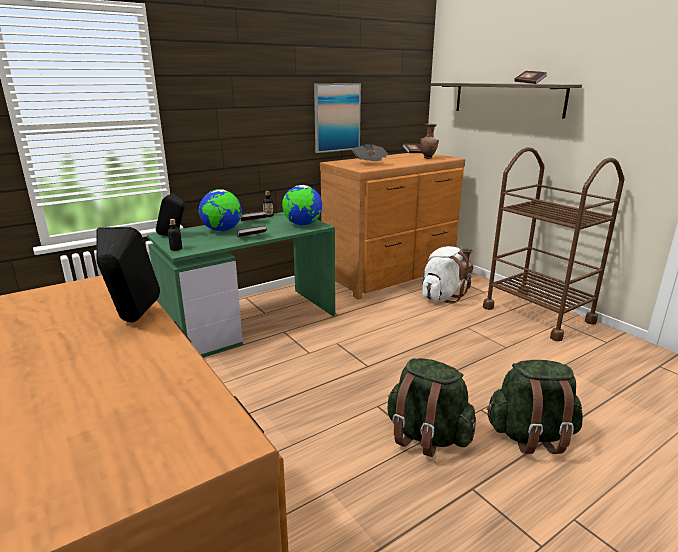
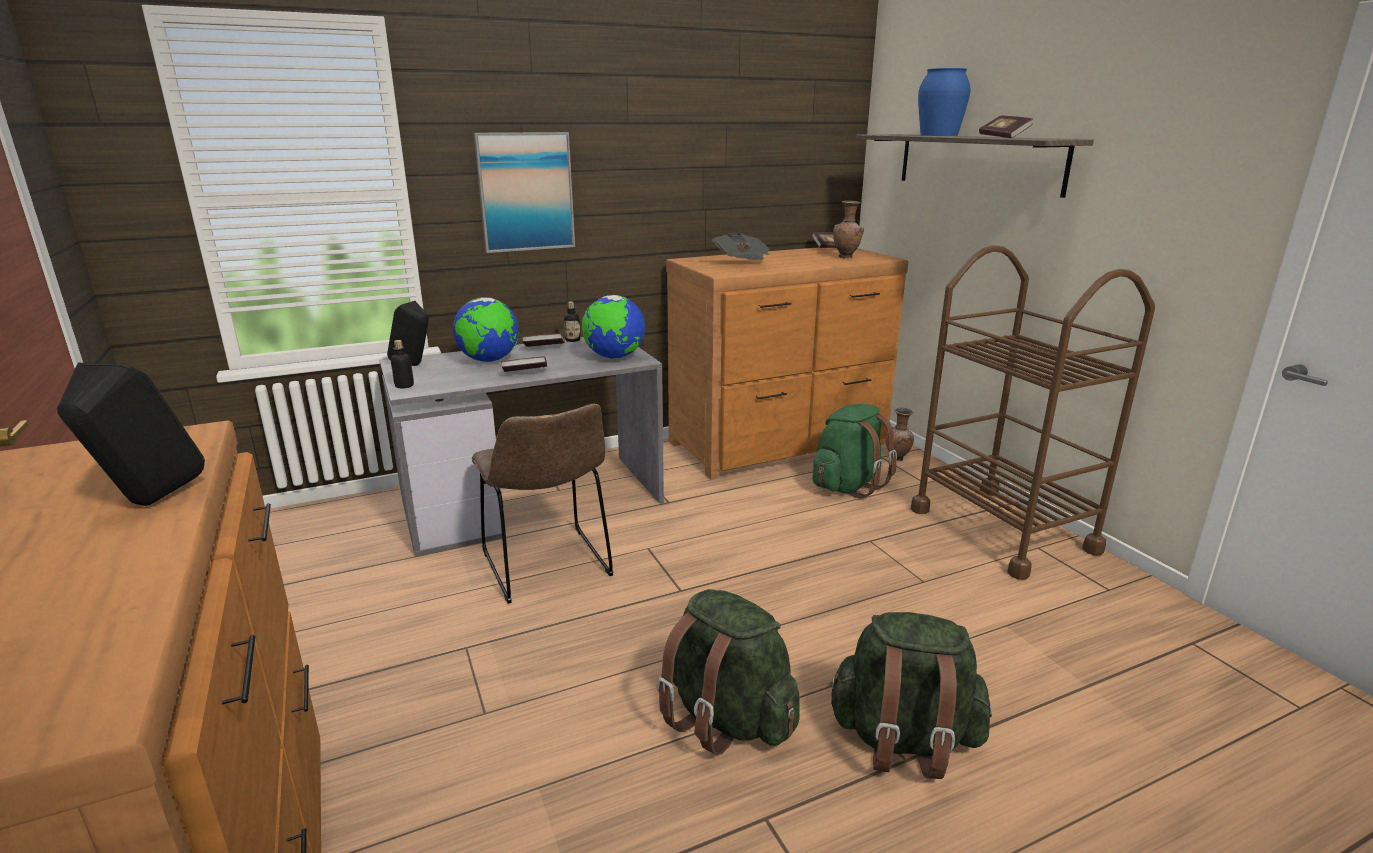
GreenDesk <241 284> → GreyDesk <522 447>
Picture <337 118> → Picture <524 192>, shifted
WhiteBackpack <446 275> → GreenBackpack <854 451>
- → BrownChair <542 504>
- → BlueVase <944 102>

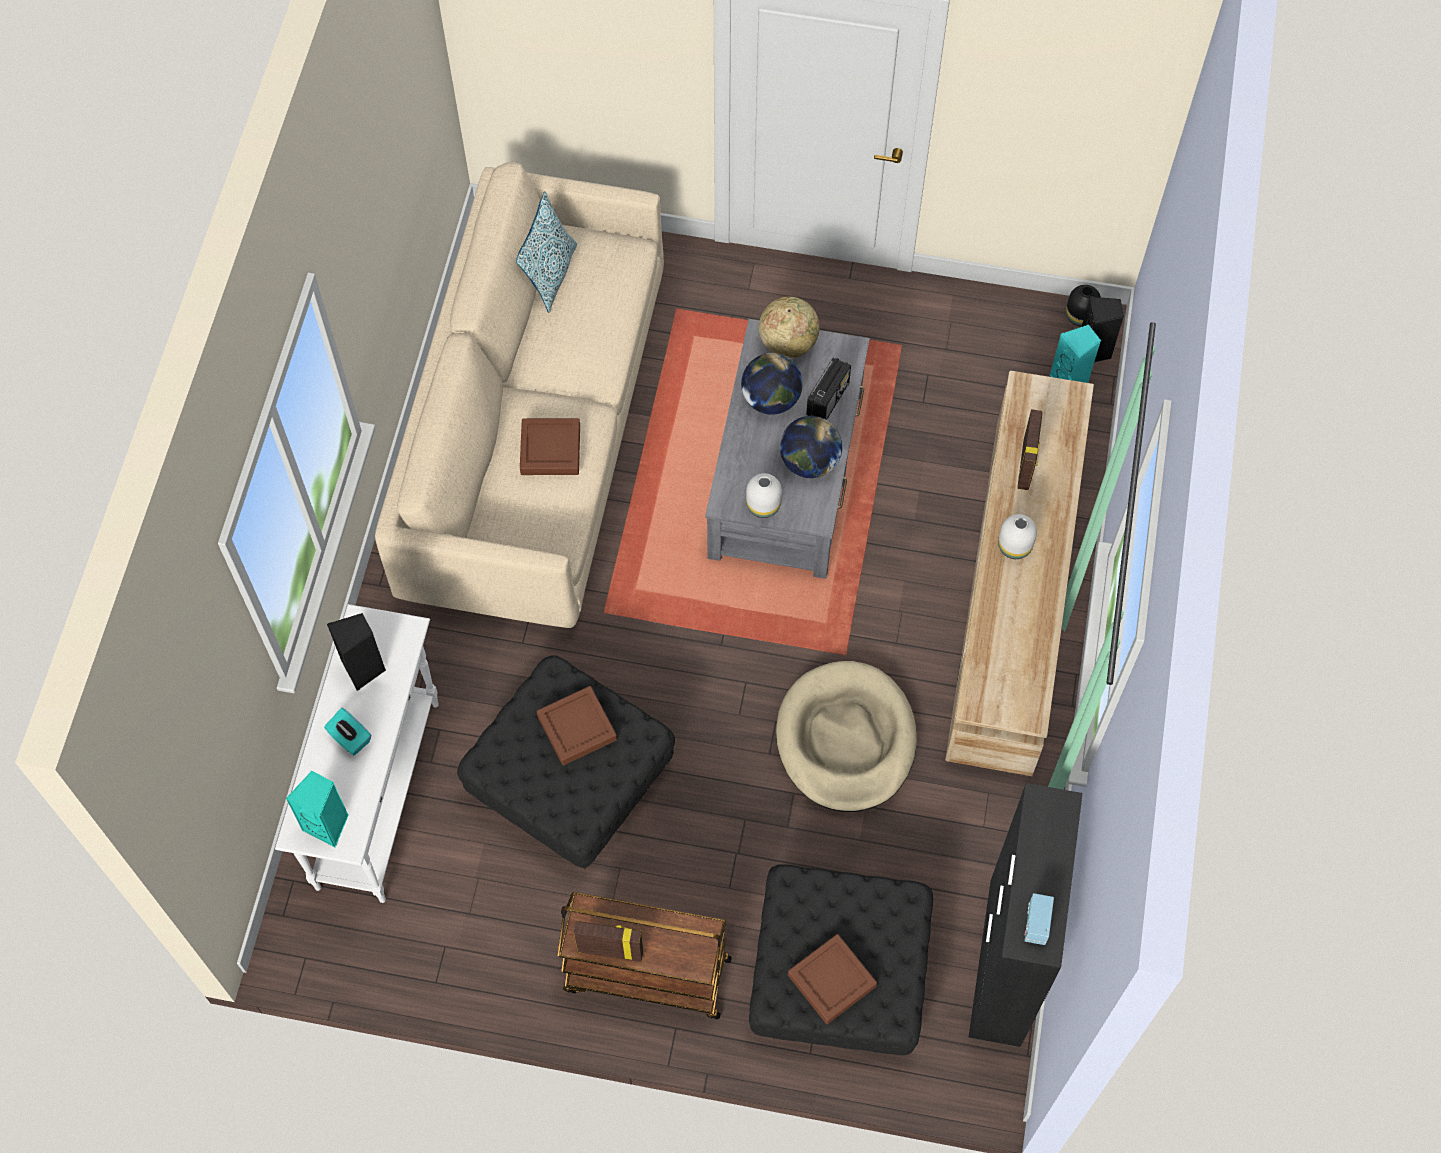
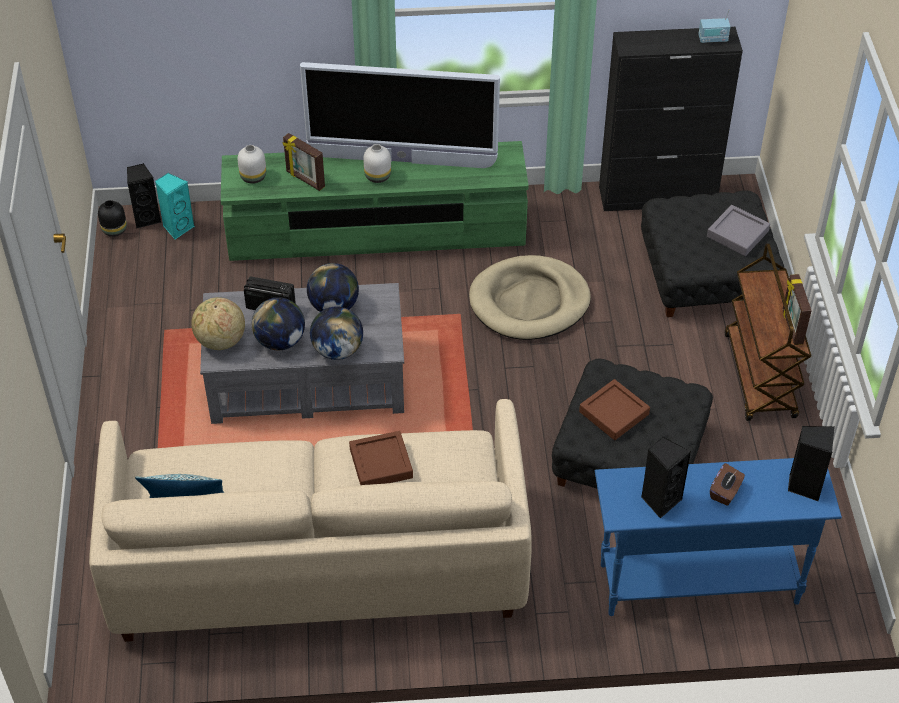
WhiteConsoleTable <357 753> → BlueConsoleTable <718 537>
TurquoiseSpeaker <317 809> → BlackSpeaker <811 463>
TurquoiseTissueBox <347 731> → BrownTissueBox <727 484>
WhiteVase <764 495> → WhiteVase <252 164>, shifted
BrownTray <832 979> → GreyTray <738 230>
BeigeTvStand <1019 573> → GreenTvStand <375 201>
PictureFrame <1029 449> → PictureFrame <304 162>, 135 degrees counterclockwise
- → Television <400 115>
- → Globe <336 333>

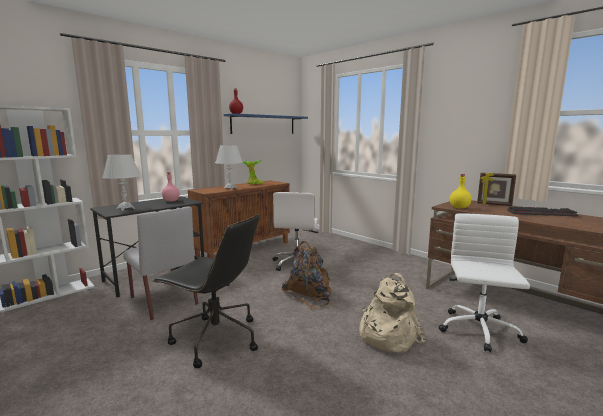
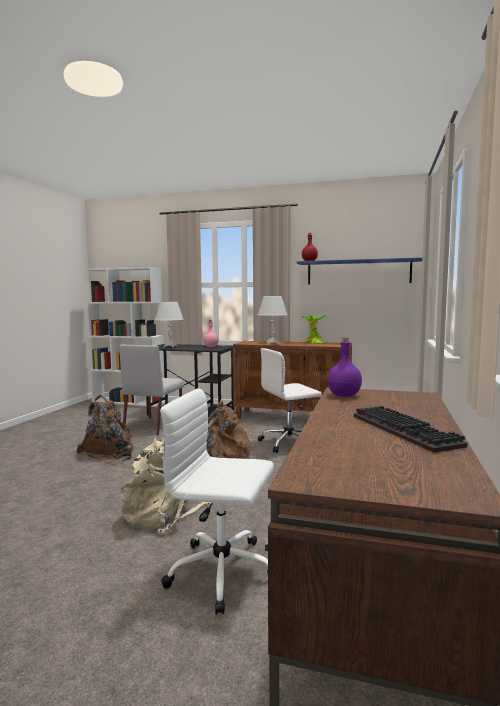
BlackOfficeChair <205 291> → BrownBackpack <105 430>
WhiteOfficeChair <484 282> → WhiteOfficeChair <217 501>, 150 degrees counterclockwise
YellowBottle <461 191> → PurpleBottle <344 367>
PictureFrame <496 189> → -

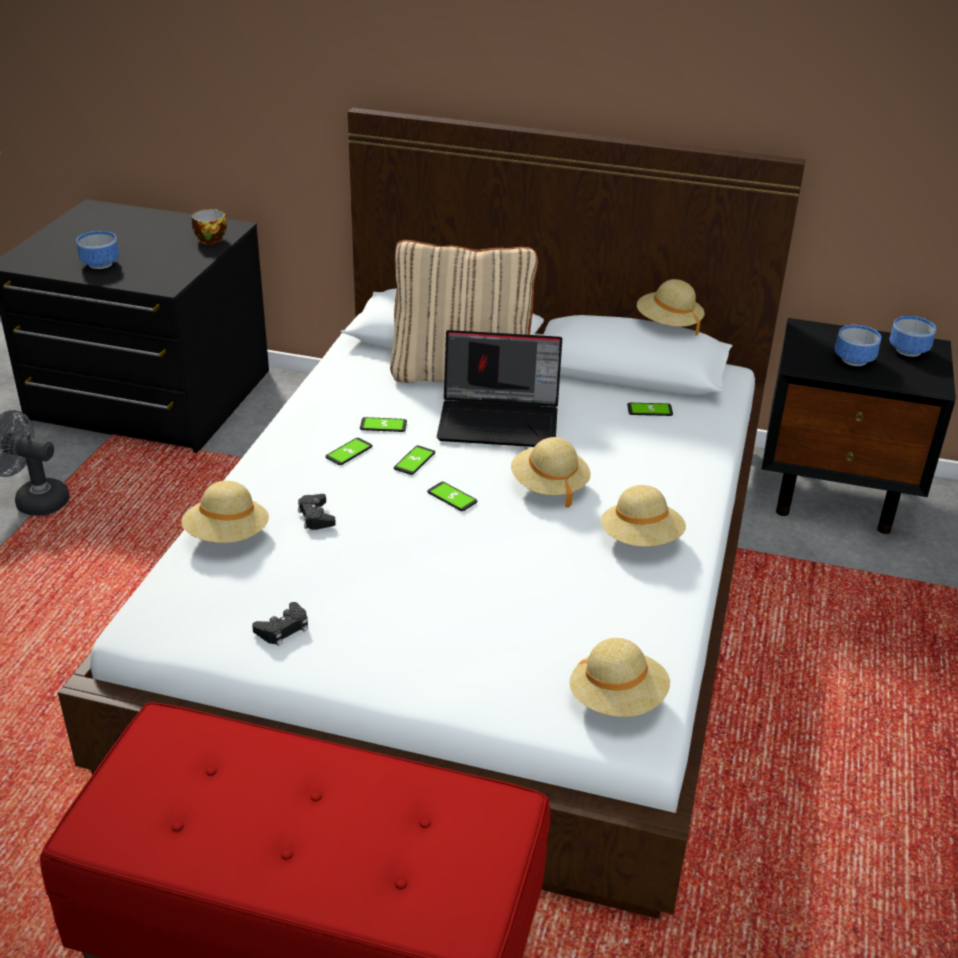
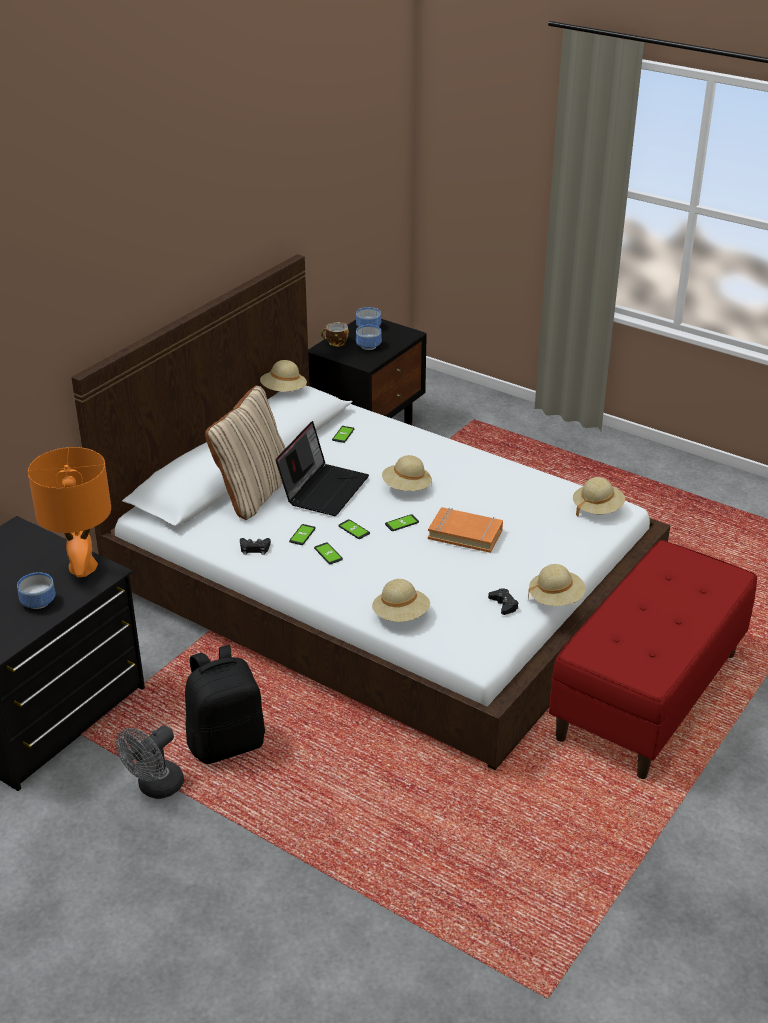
Cup <209 227> → Cup <335 334>, shifted
BlackGameController <317 512> → BlackGameController <255 546>, shifted
BeigeHat <643 516> → BeigeHat <556 585>, shifted
- → OrangeTableLamp <69 512>
- → BlackBackpack <225 704>
- → OrangeBook <465 530>

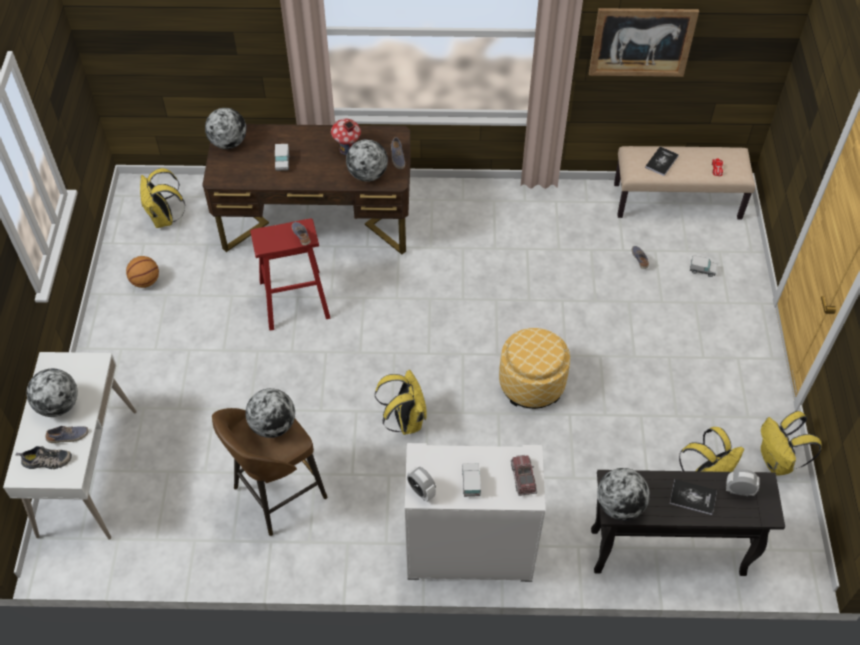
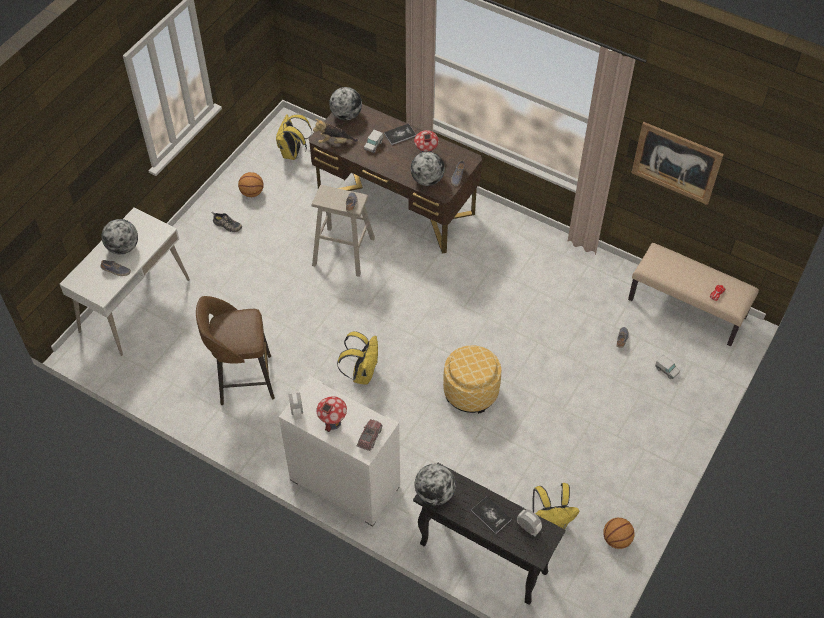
Shoe <43 457> → Shoe <226 222>, shifted
Globe <270 413> → -
RedStool <290 275> → BeigeStool <343 231>
ToyTruck <471 480> → ToyHouse <331 414>
Book <662 161> → Book <400 134>, shifted
YellowBackpack <791 443> → Basketball <619 533>
- → PlushToy <335 131>

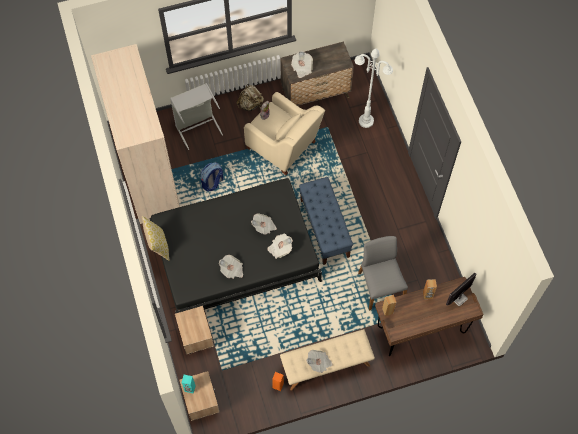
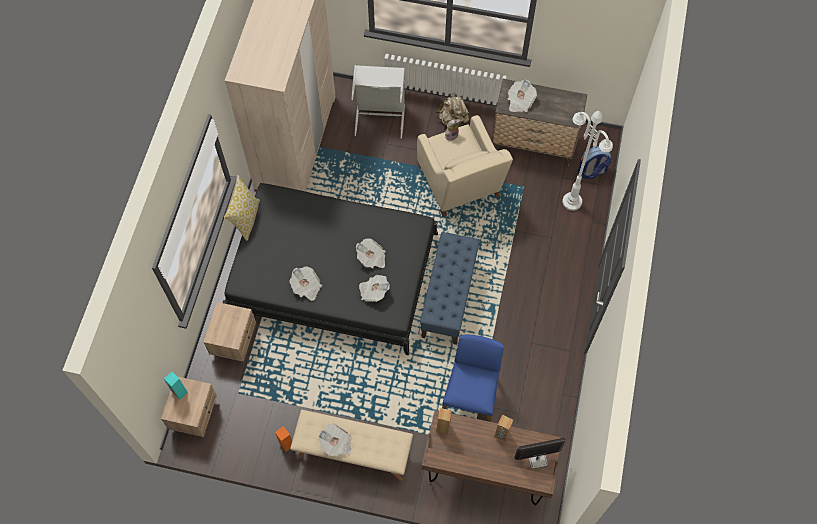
Backpack <211 177> → Backpack <594 162>, shifted
GreyChair <383 273> → BlueChair <473 378>

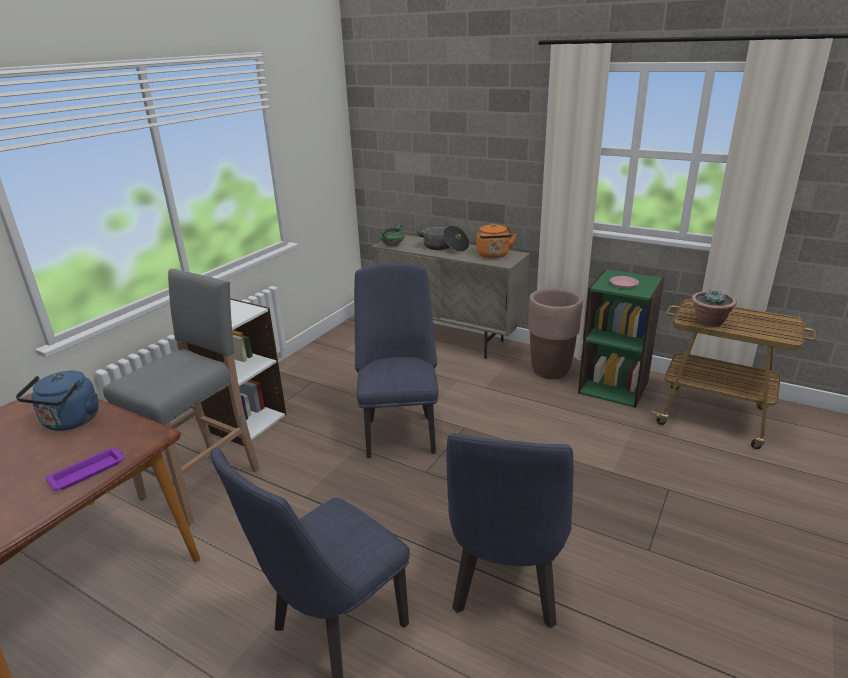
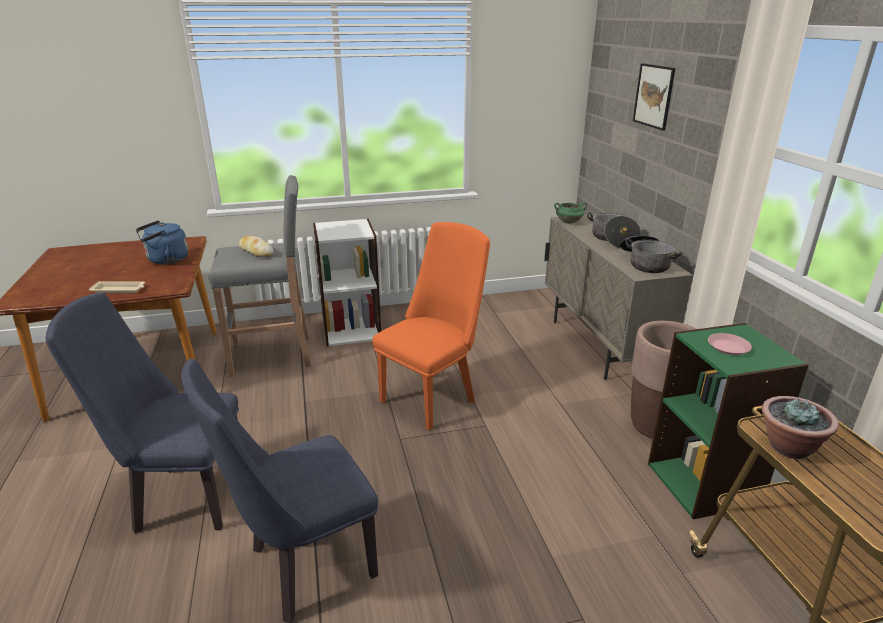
PurpleTray <84 469> → BeigeTray <117 287>
BlueChair <396 360> → OrangeChair <431 326>
OrangeKettle <497 240> → CookingPot <651 254>
- → Bread <256 246>
- → Picture <654 97>

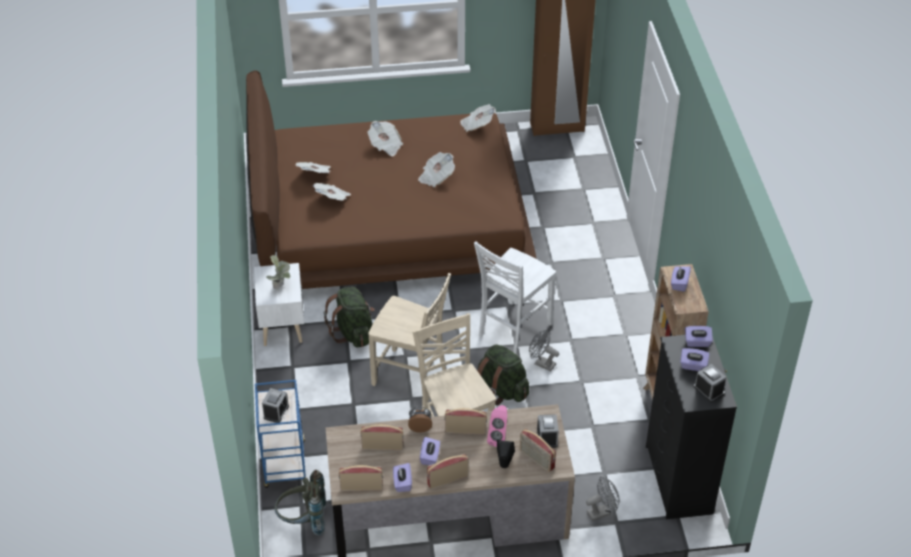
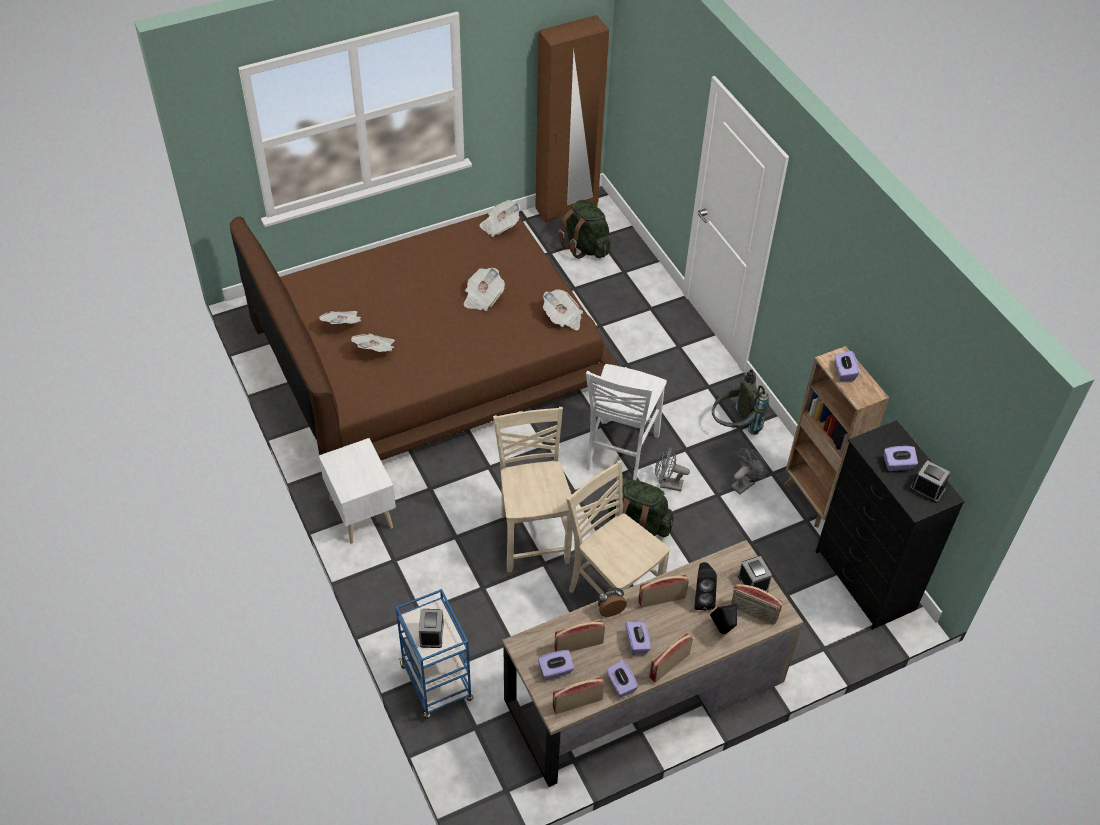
PottedPlant <278 272> → -
GreyBackpack <300 503> → GreyBackpack <740 402>, shifted
GreenBackpack <349 317> → GreenBackpack <584 229>, shifted
Newspaper <385 138> → Newspaper <563 309>, shifted
BeigeChair <409 337> → BeigeChair <534 490>, 105 degrees counterclockwise
PinkSpeaker <497 426> → BlackSpeaker <706 586>
GreyFan <603 499> → GreyFan <749 471>, shifted
PurpleTissueBox <699 336> → PurpleTissueBox <556 665>, shifted

